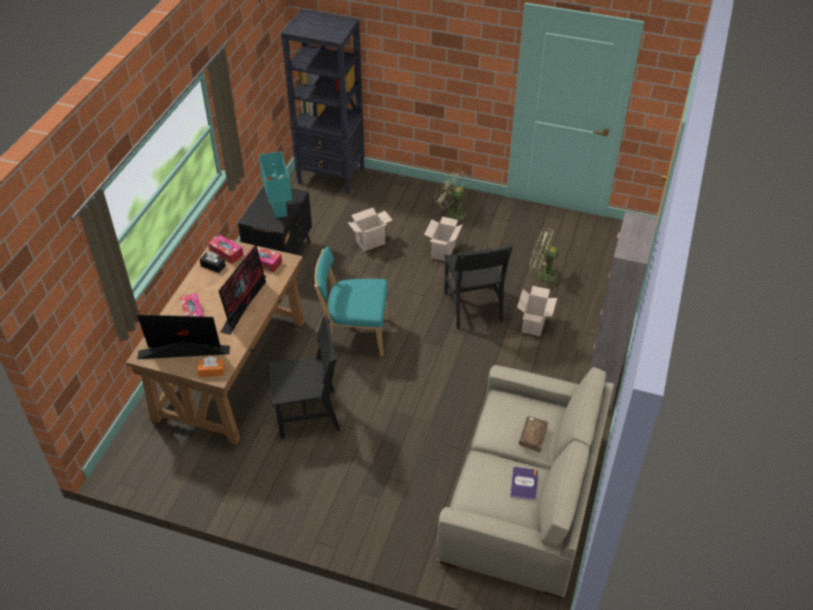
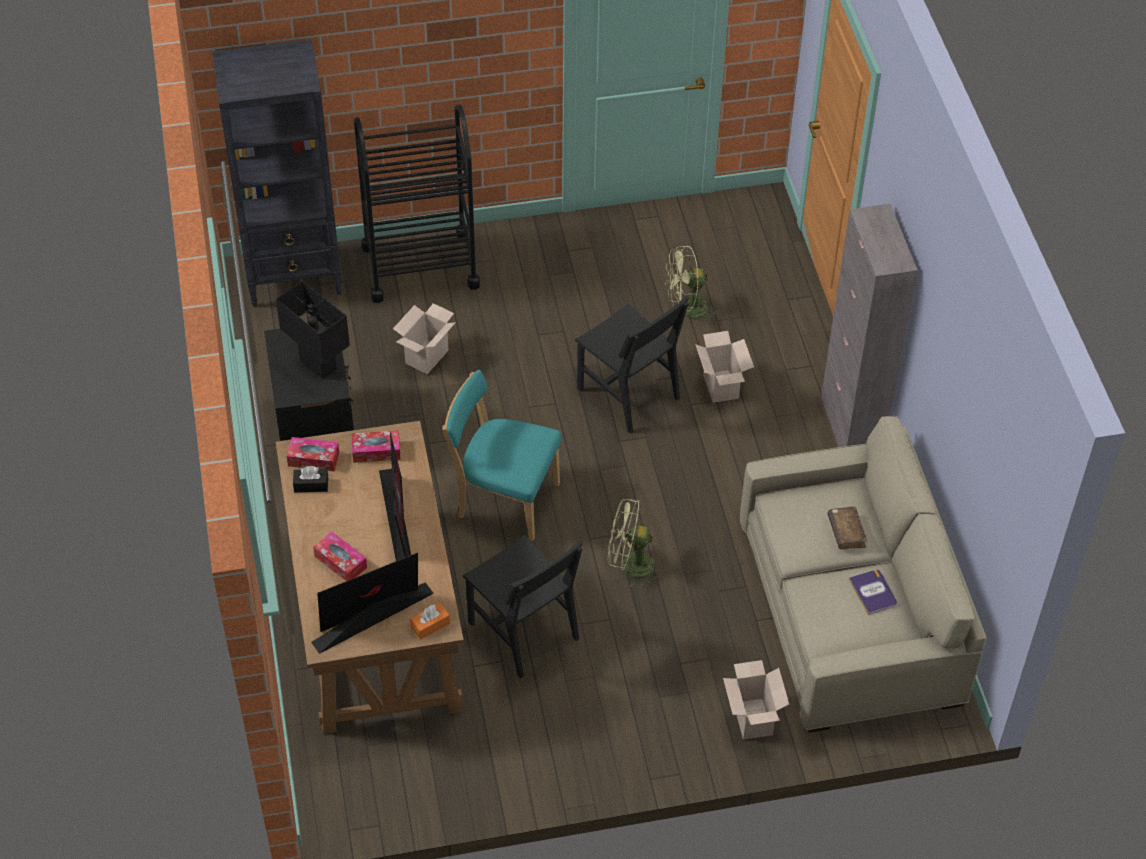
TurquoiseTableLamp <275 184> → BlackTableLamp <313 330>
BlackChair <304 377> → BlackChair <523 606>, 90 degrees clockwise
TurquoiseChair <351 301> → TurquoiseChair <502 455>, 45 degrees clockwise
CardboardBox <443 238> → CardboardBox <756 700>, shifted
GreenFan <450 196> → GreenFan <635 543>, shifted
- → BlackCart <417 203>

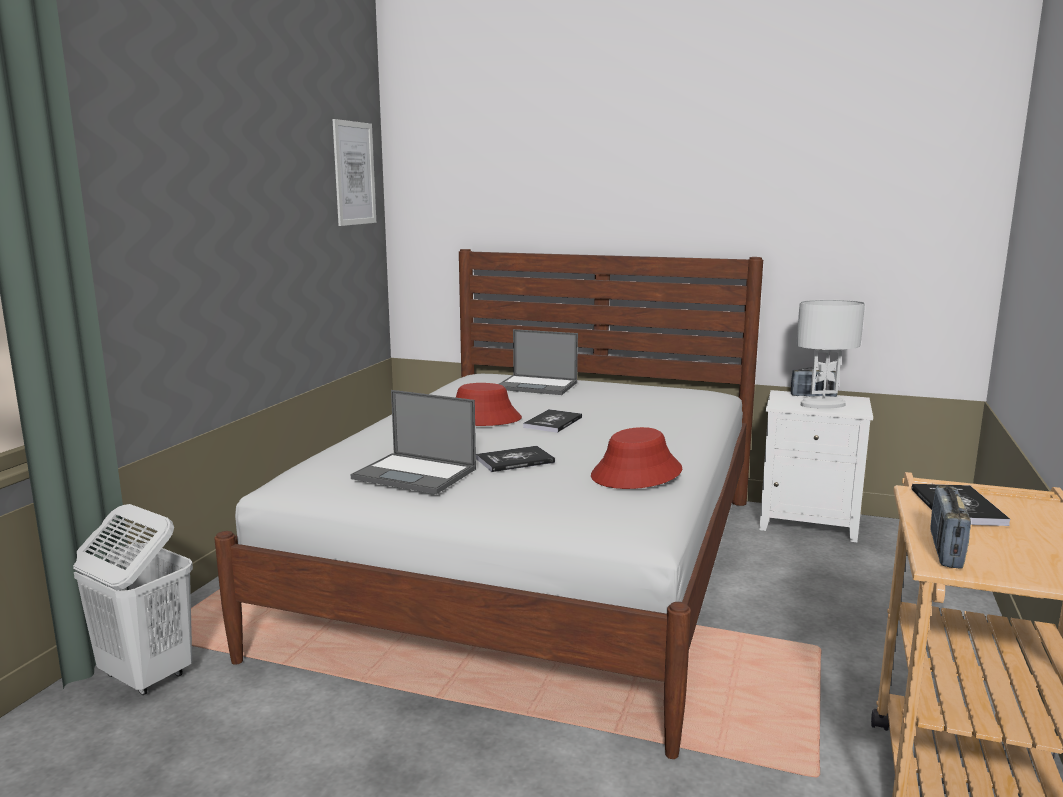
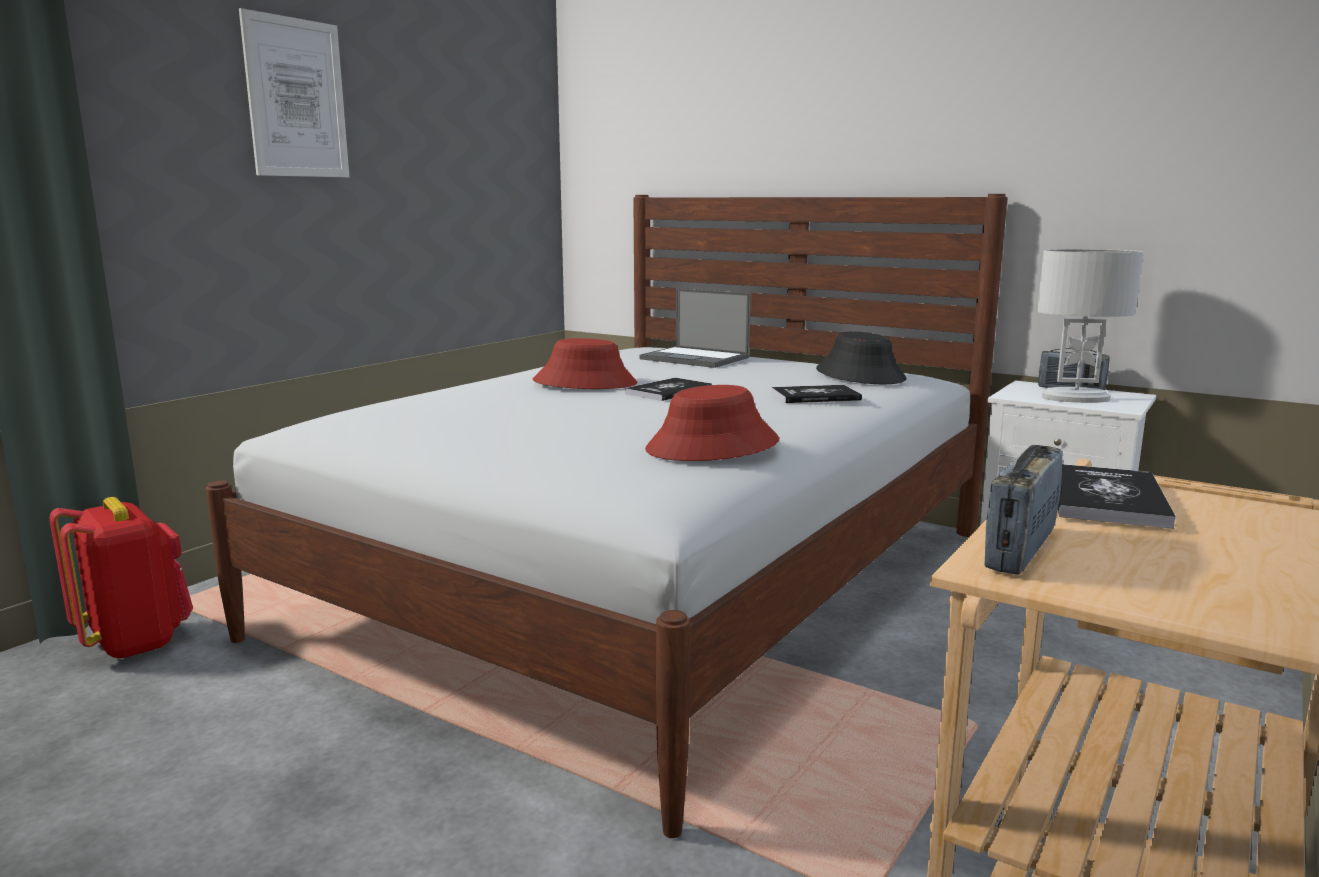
WhiteLaundryBasket <133 599> → RedBackpack <121 578>
Picture <354 172> → Picture <294 92>, shifted
Laptop <413 442> → -
Book <515 459> → Book <816 394>, shifted
- → BlackHat <861 357>

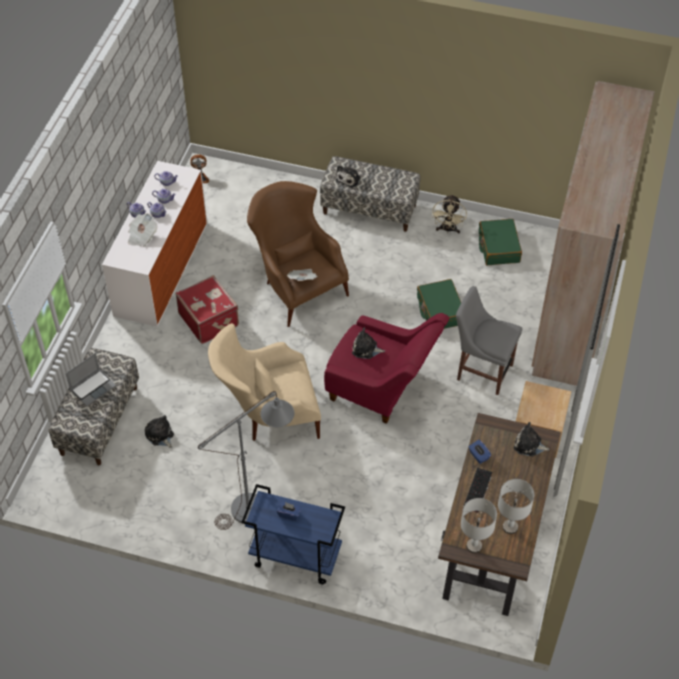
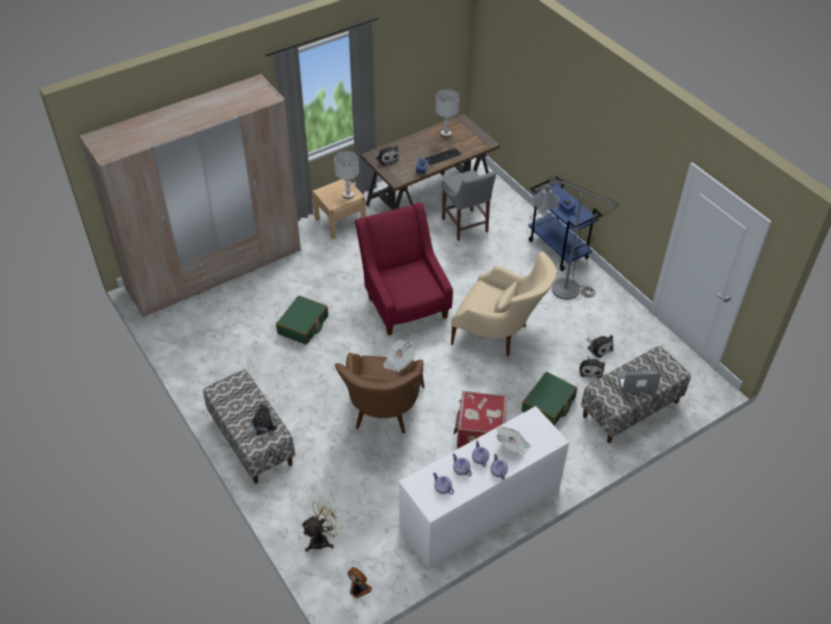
PlushToy <368 343> → PlushToy <599 346>, shifted
BeigeFan <449 213> → BeigeFan <322 524>, shifted
GreyChair <489 340> → GreyChair <468 205>, shifted
GreyTableLamp <479 525> → GreyTableLamp <346 175>, shifted
GreenSuitcase <500 242> → GreenSuitcase <549 399>, shifted

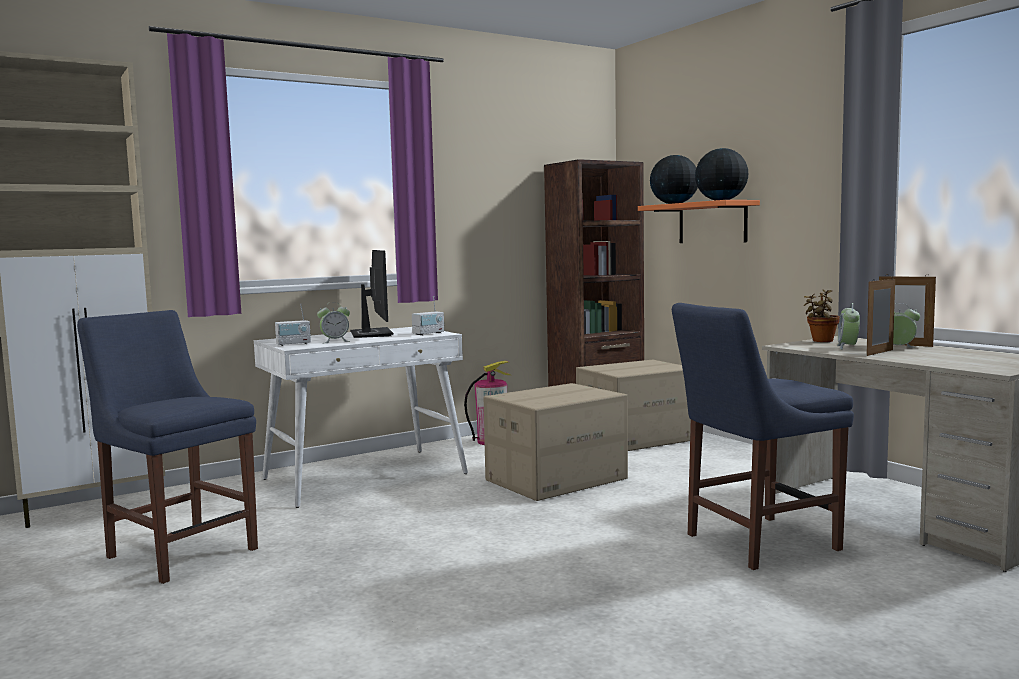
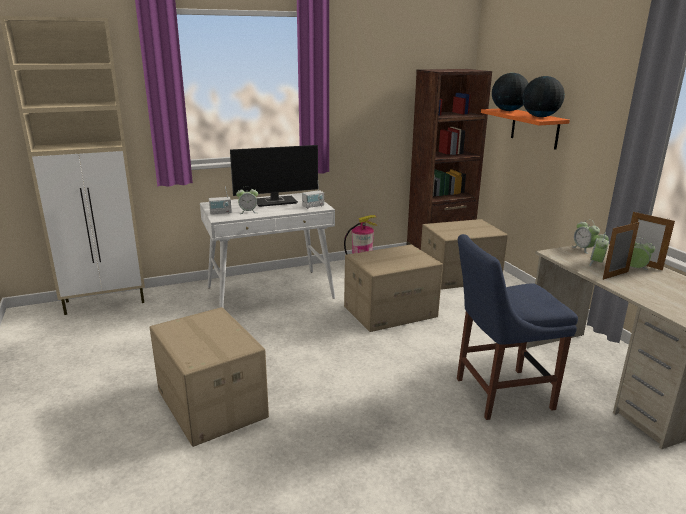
BlueChair <167 447> → -
Monitor <371 294> → Monitor <274 176>, 75 degrees clockwise
PottedPlant <822 315> → AlarmClock <586 236>
- → CardboardBox <209 377>

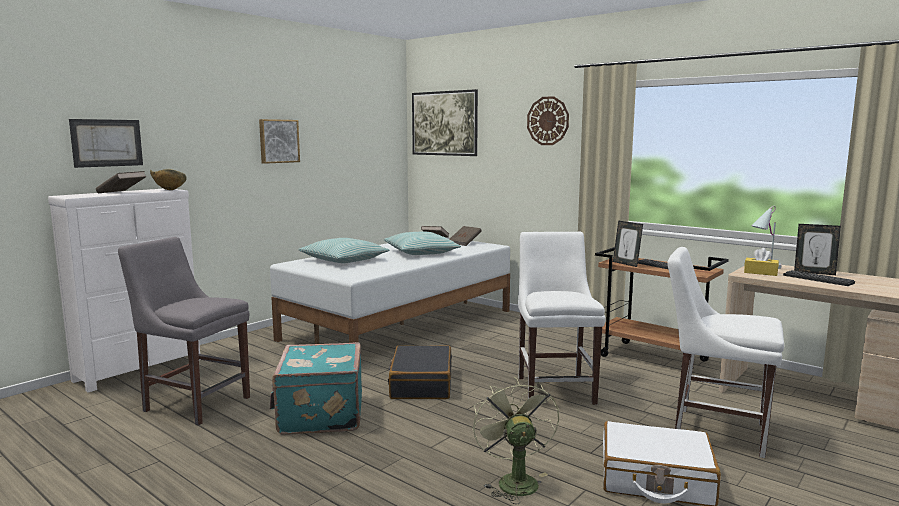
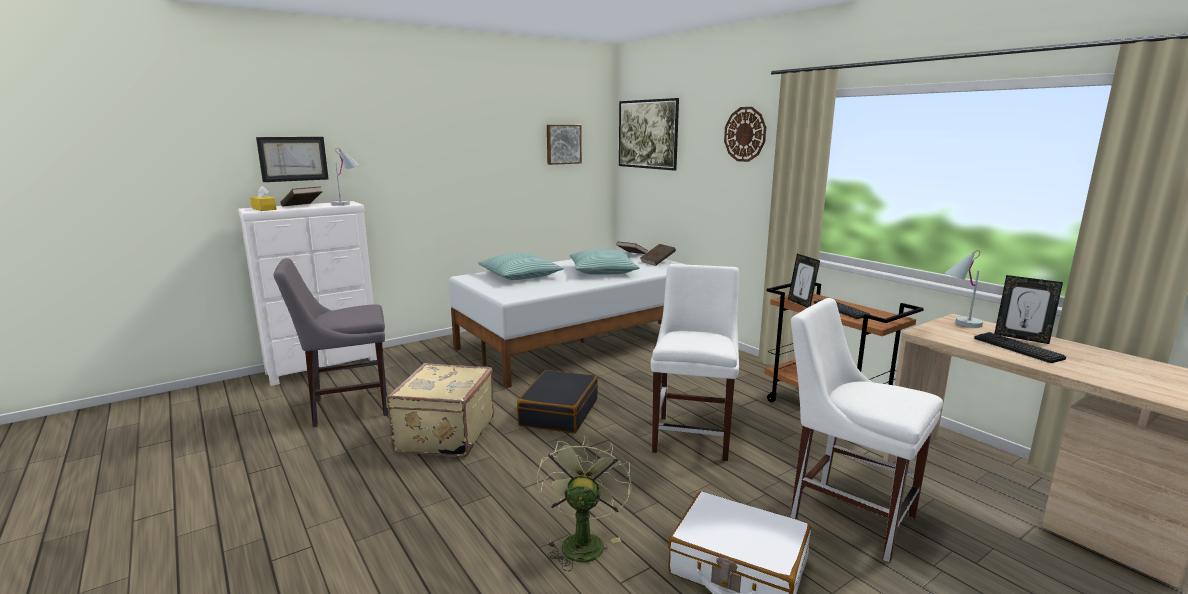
GreyChair <184 331> → GreyChair <331 342>, 60 degrees counterclockwise
Bowl <168 179> → WhiteTableLamp <345 177>
Picture <279 141> → Picture <564 145>, shifted
TurquoiseSuitcase <316 388> → BeigeSuitcase <440 410>
YellowTissueBox <761 262> → YellowTissueBox <263 198>, shifted

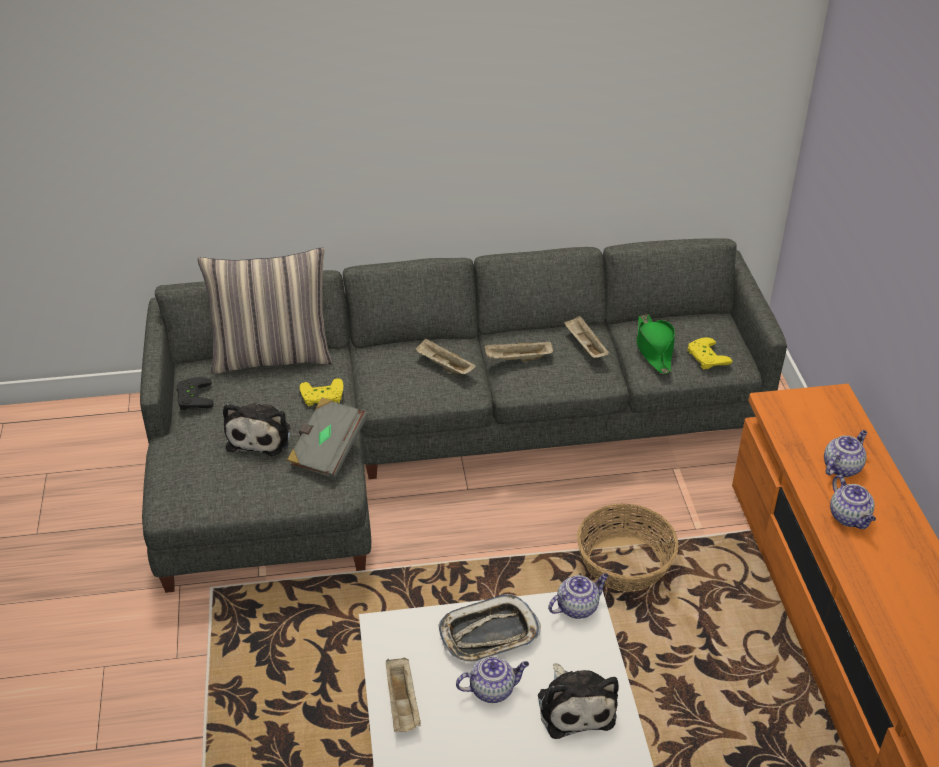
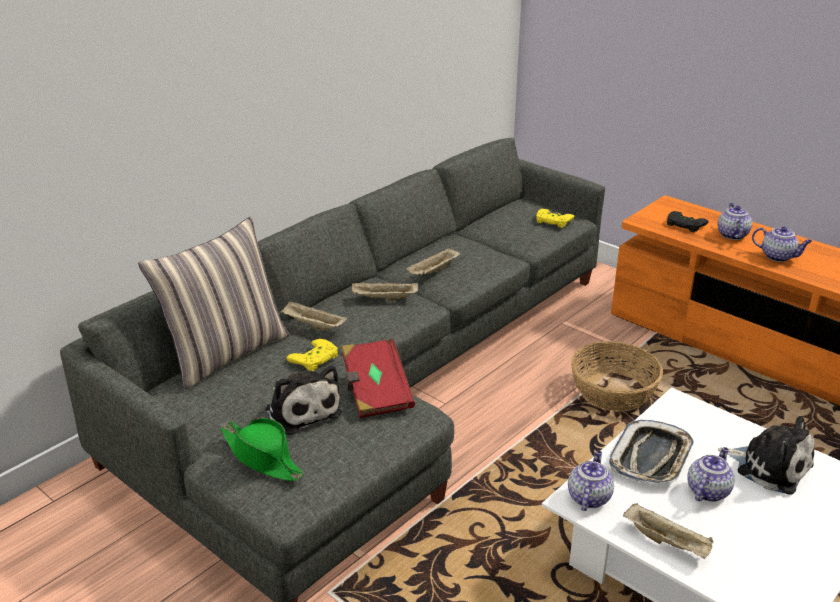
BlackGameController <195 393> → BlackGameController <688 221>, shifted
GreyBook <327 438> → RedBook <378 378>
Teapot <578 596> → Teapot <591 481>, shifted
BeigeTray <587 337> → BeigeTray <313 315>, shifted
GreenHat <656 344> → GreenHat <262 449>, shifted

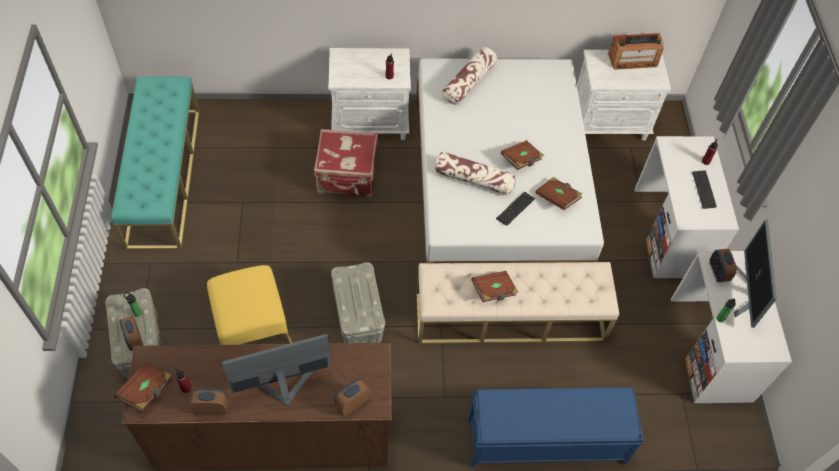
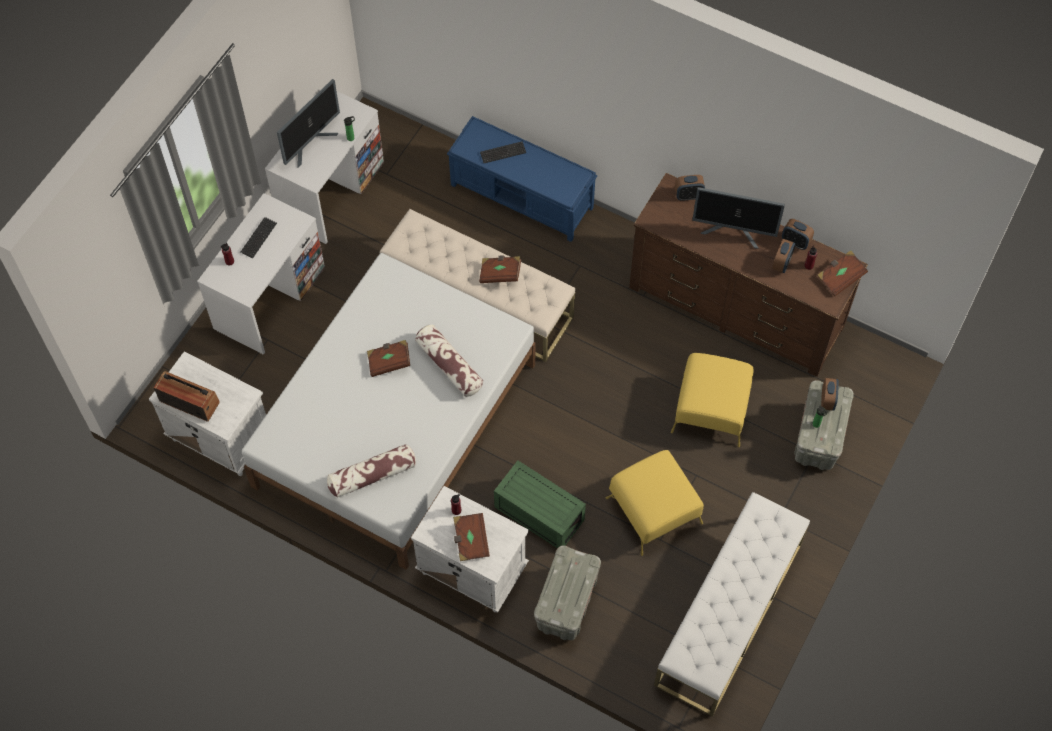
TurquoiseBench <155 163> → WhiteBench <732 604>
RedSuitcase <346 163> → GreenStorageBox <540 504>
GreyStorageBox <358 302> → GreyStorageBox <567 593>, shifted
Keyboard <515 208> → Keyboard <503 152>, shifted
BrownBook <558 193> → BrownBook <471 537>, shifted
AlarmClock <723 265> → AlarmClock <783 256>, shifted
- → YellowOttoman <655 503>

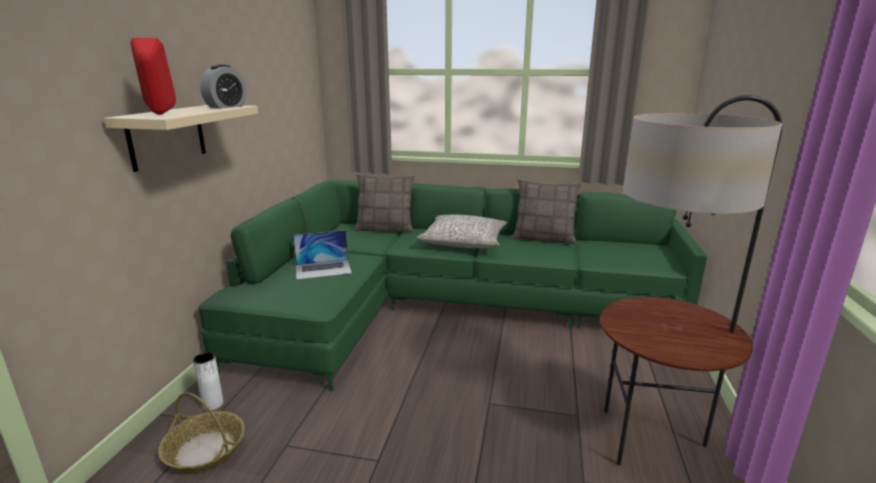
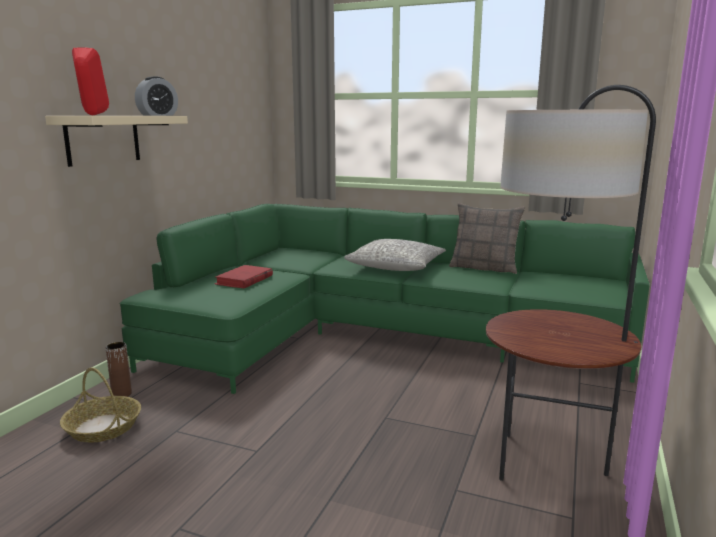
WhiteVase <208 381> → BrownVase <119 369>
Laptop <322 255> → RedBook <243 276>
Pillow <385 203> → -

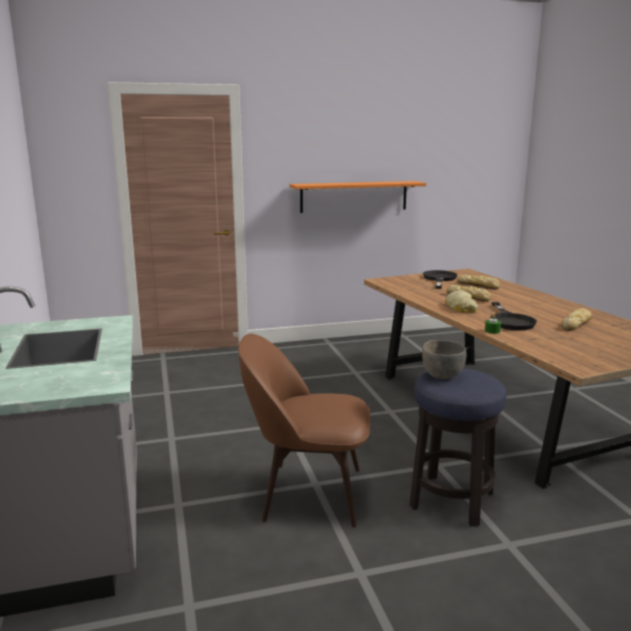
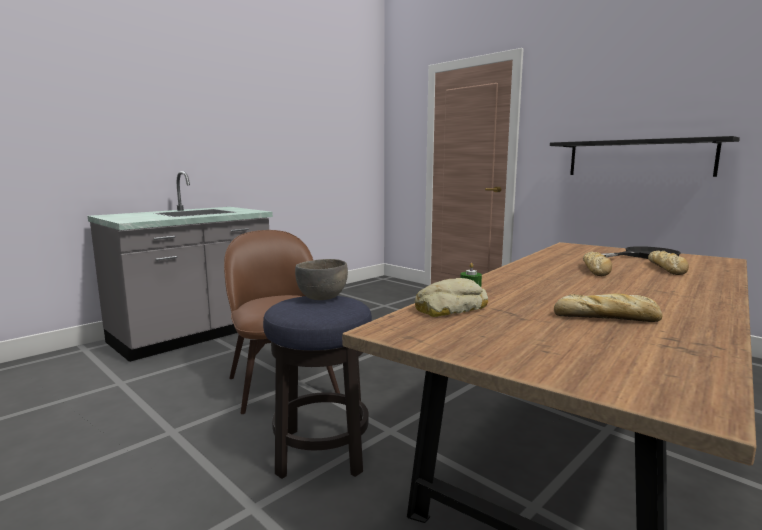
OrangeShelf <358 197> → BlackShelf <645 156>
Bread <461 301> → Bread <451 297>, shifted
BlackFryingPan <513 316> → -

